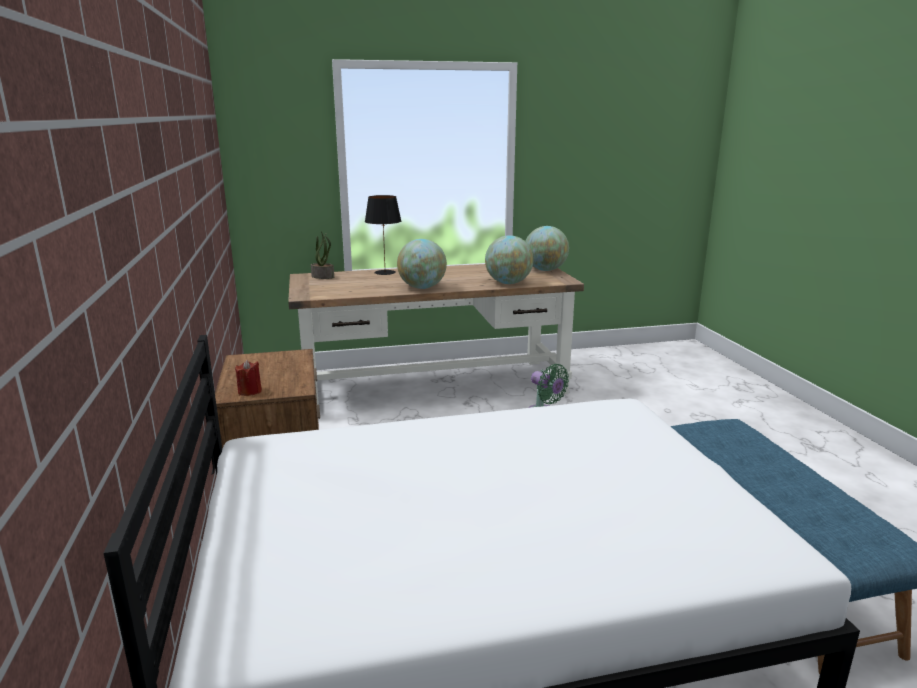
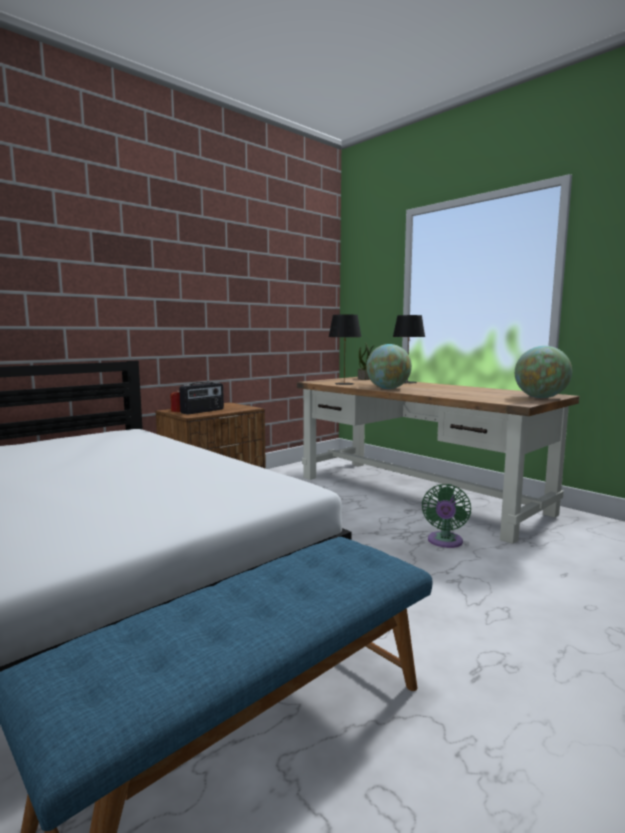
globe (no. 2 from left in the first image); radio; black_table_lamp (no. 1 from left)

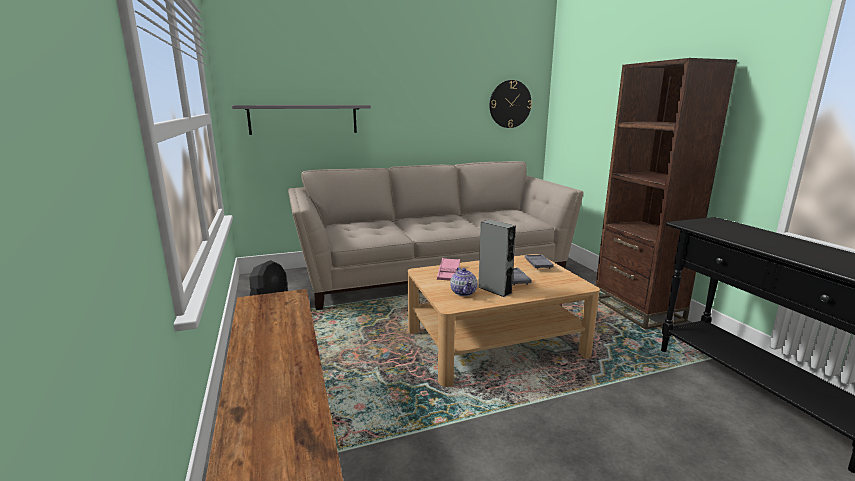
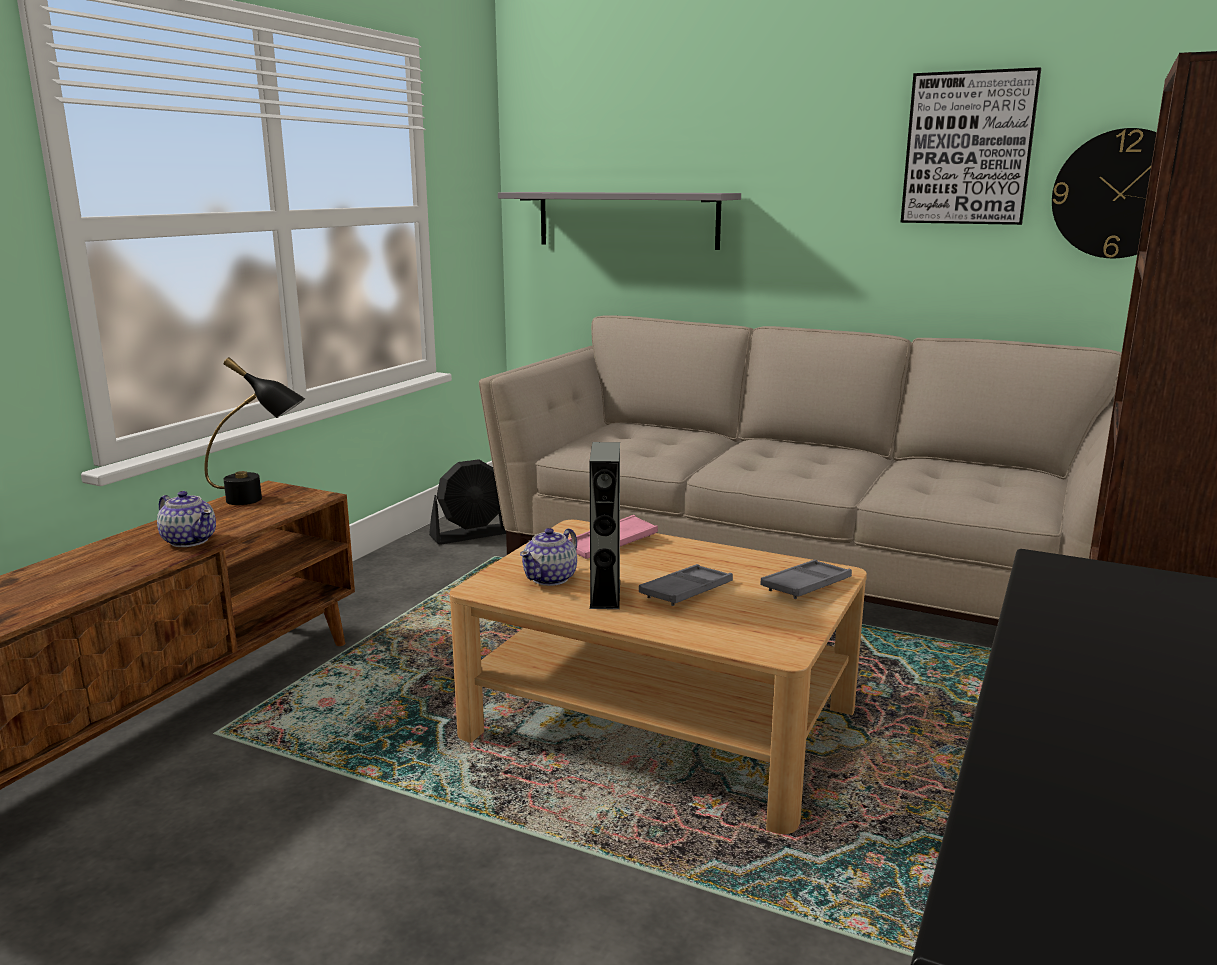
teapot (no. 1 from left); black_table_lamp; picture

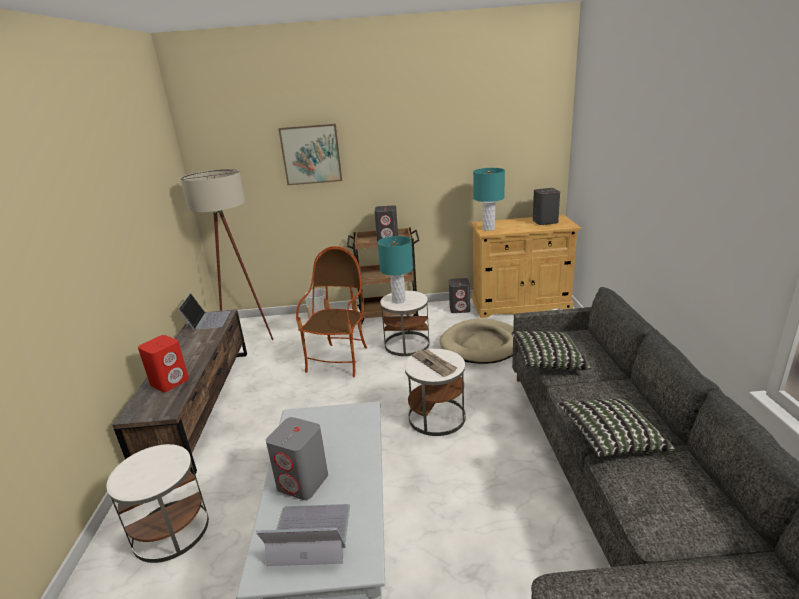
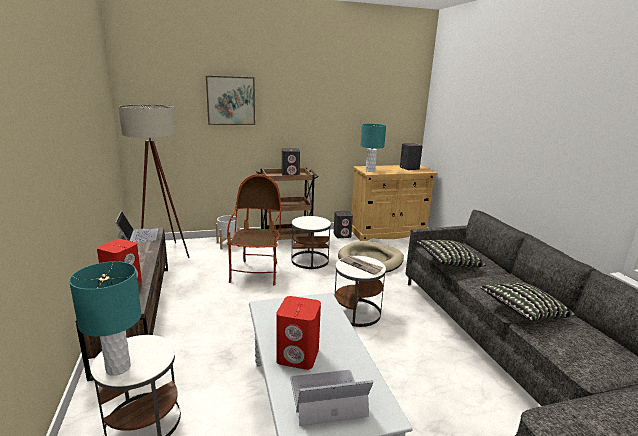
turquoise_table_lamp (no. 1 from left); red_speaker (no. 2 from left)

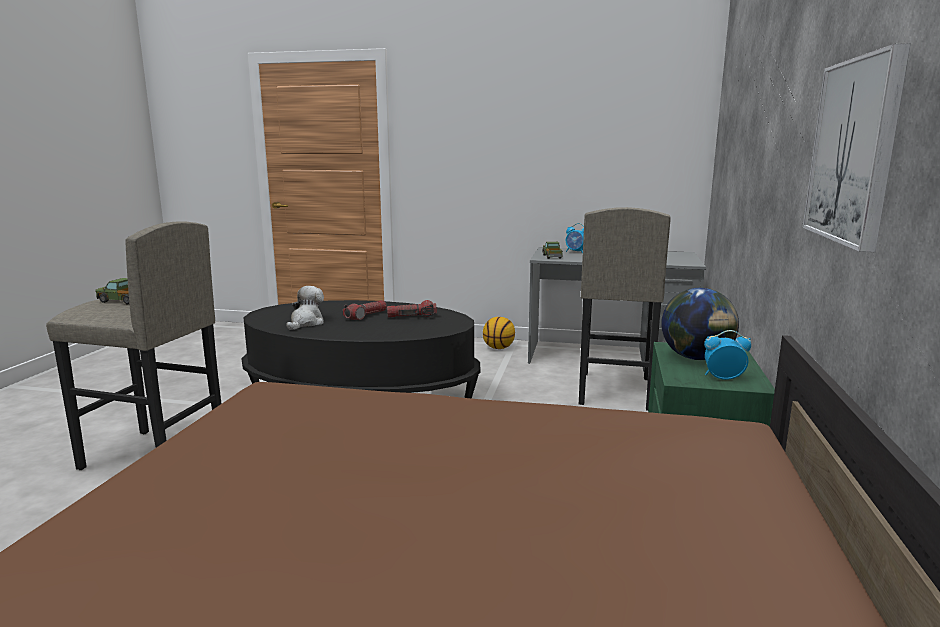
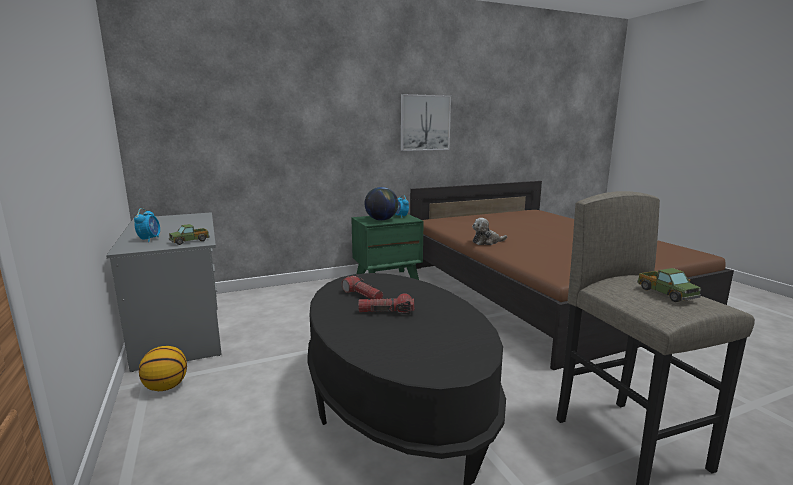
grey_stool (no. 2 from left in the first image); plush_toy

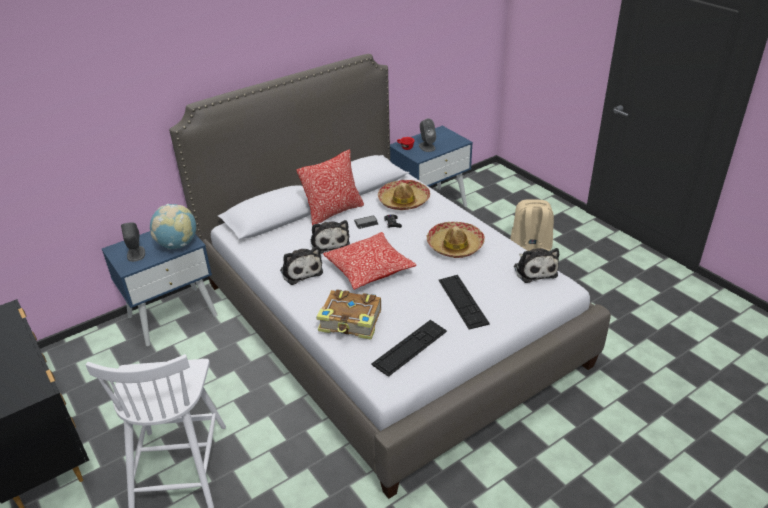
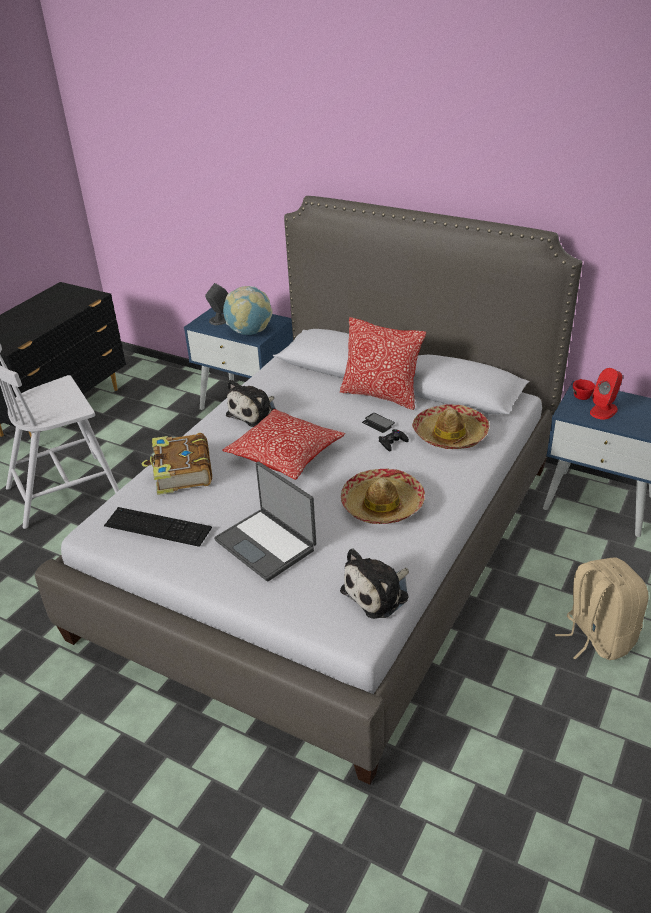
plush_toy (no. 2 from left in the first image); laptop; red_speaker

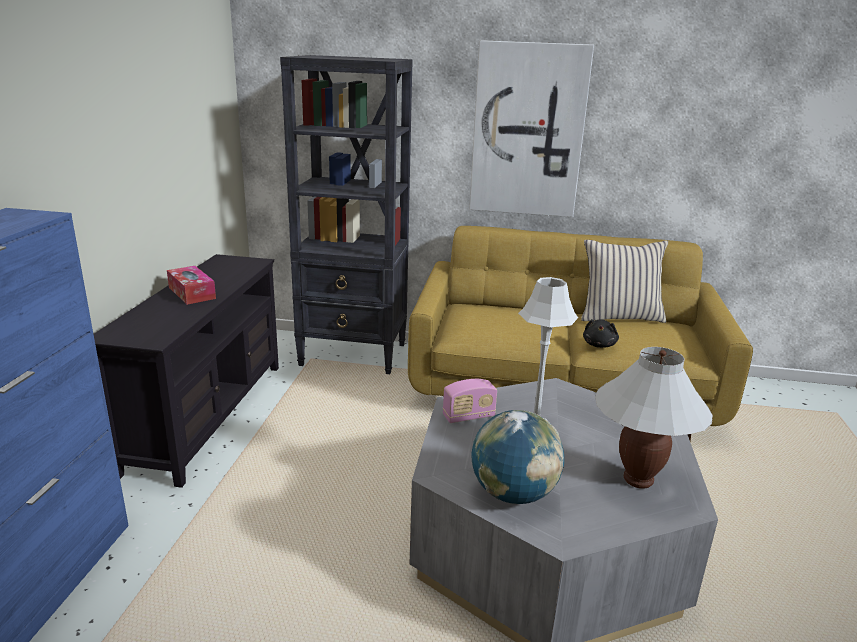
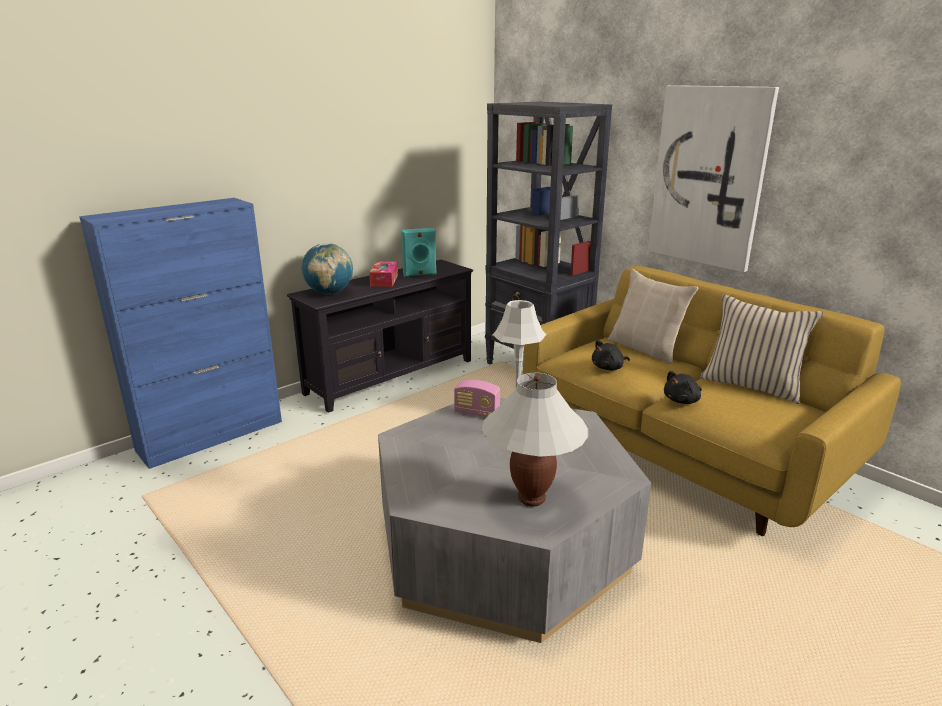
turquoise_speaker; black_plush_toy (no. 1 from left); beige_pillow (no. 1 from left); globe

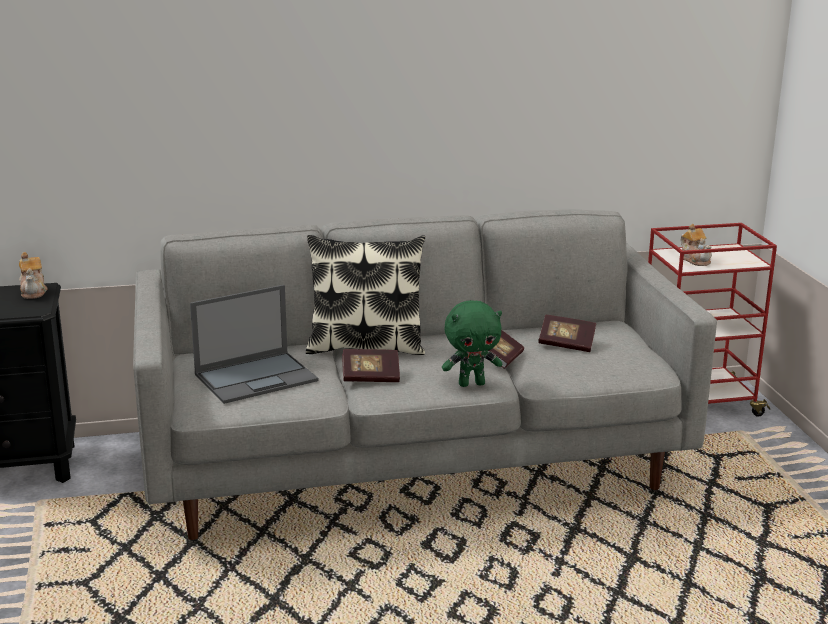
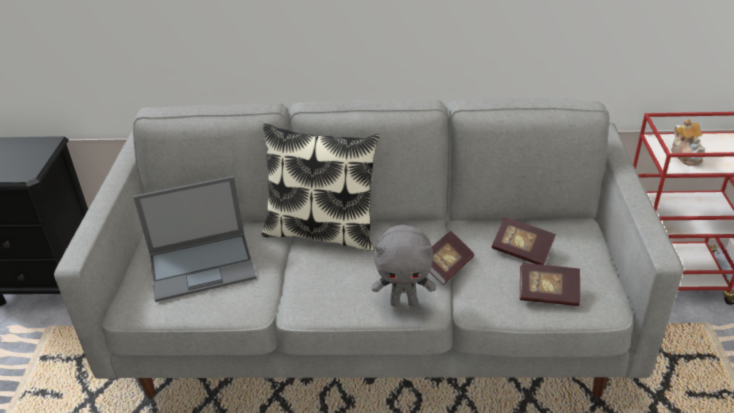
teapot (no. 1 from left in the first image); book (no. 3 from left); grey_plush_toy

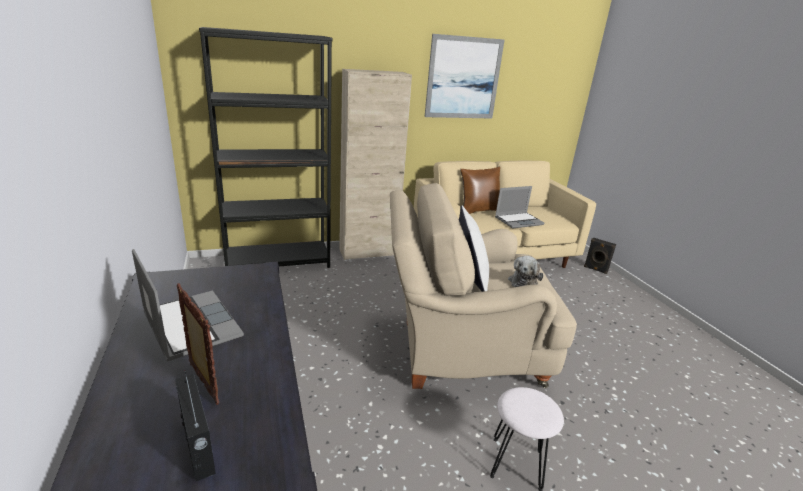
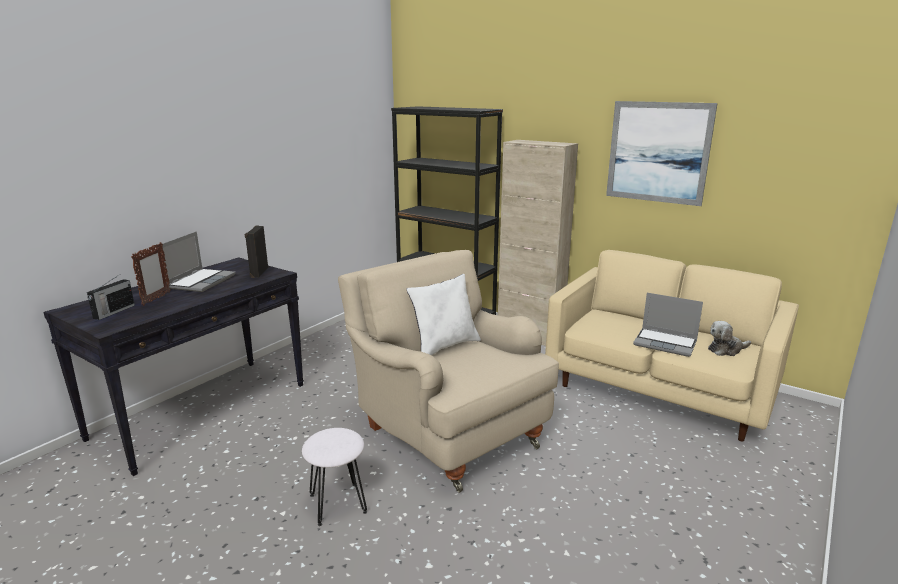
brown_pillow; plush_toy; black_speaker

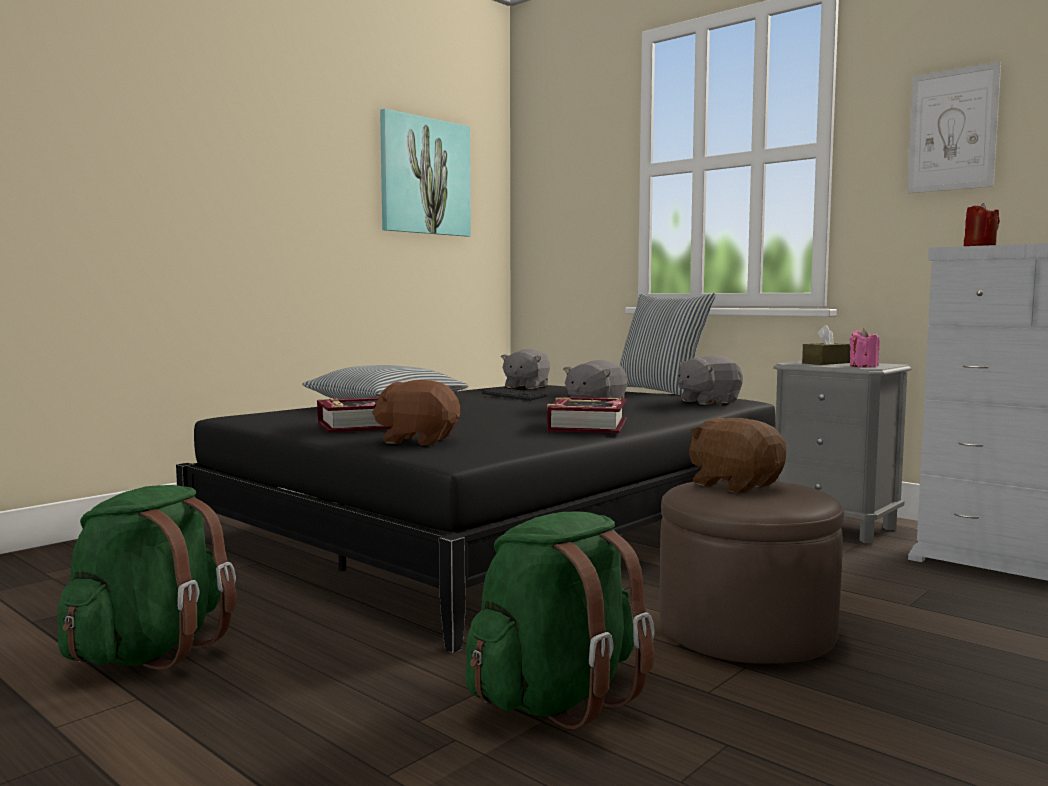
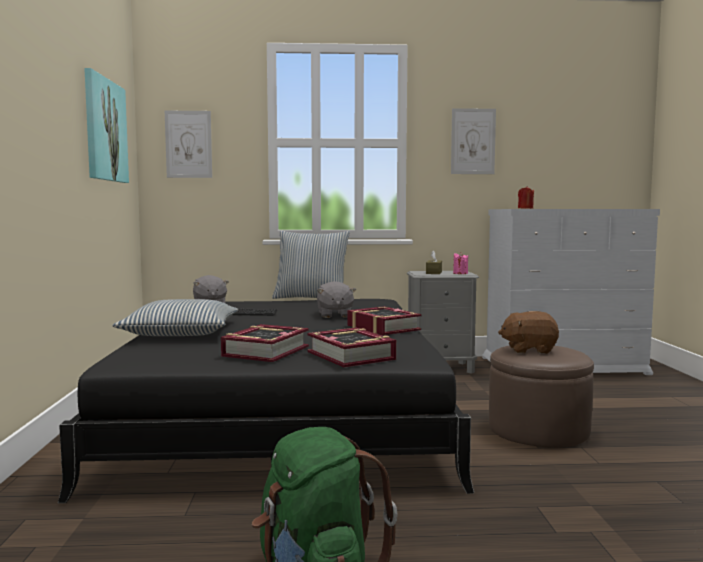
green_backpack (no. 2 from left in the first image); grey_plush_toy (no. 3 from left in the first image); picture (no. 2 from left); book (no. 2 from left)

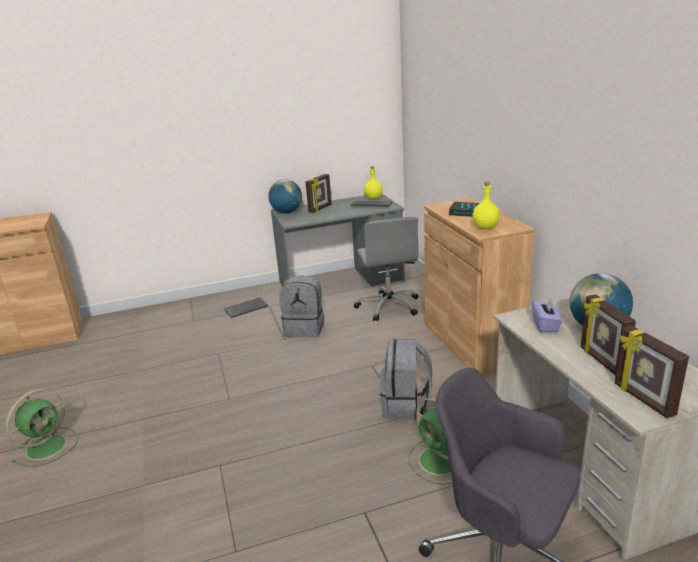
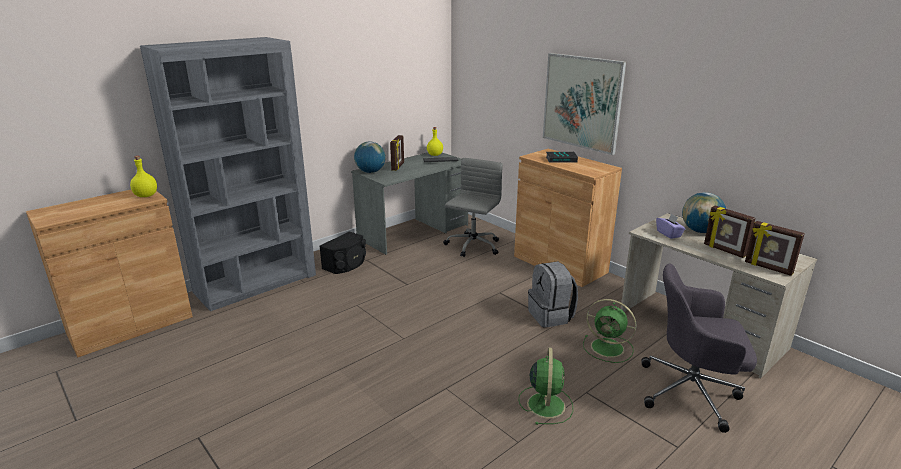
grey_backpack (no. 1 from left in the first image); grey_bookcase; picture; green_fan (no. 1 from left); yellow_bottle (no. 1 from left); black_speaker; grey_office_chair (no. 1 from left)

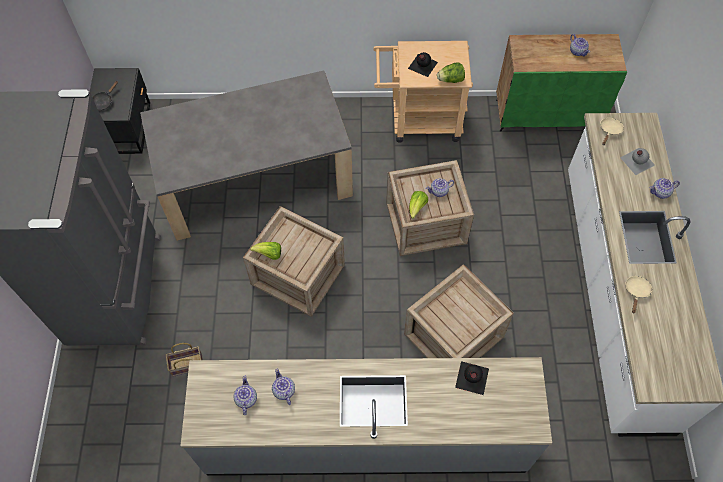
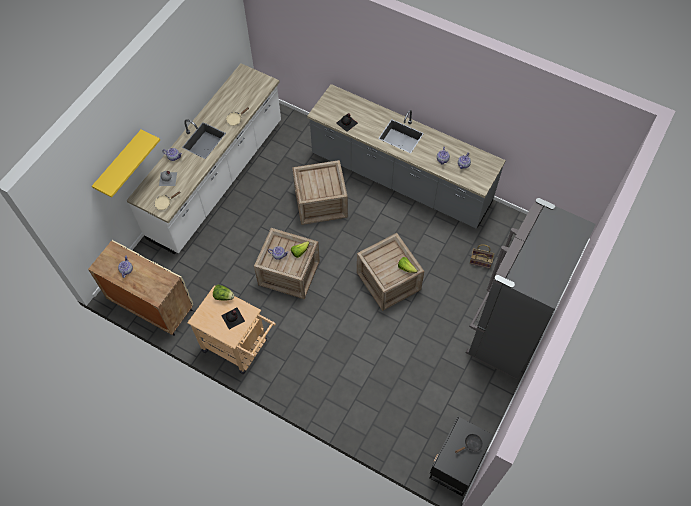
grey_dining_table; yellow_shelf; beige_cabinet

